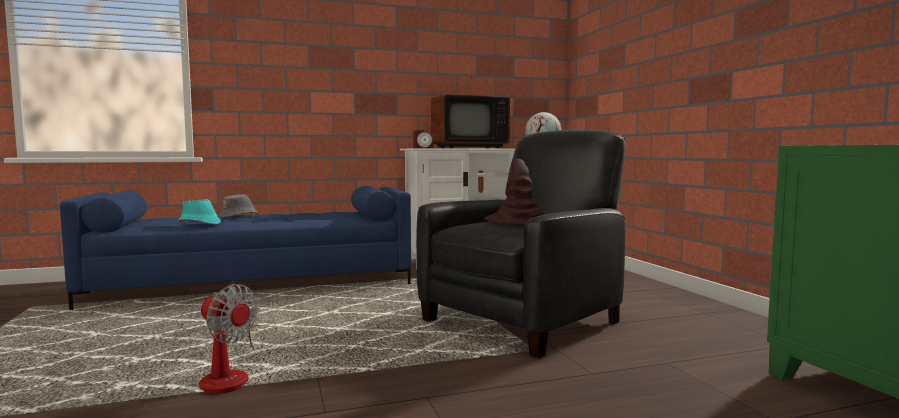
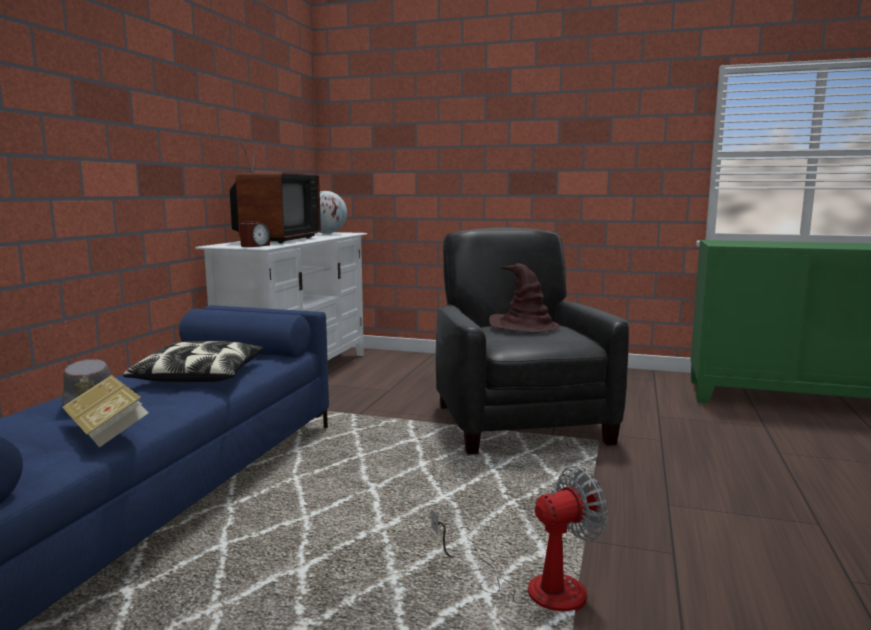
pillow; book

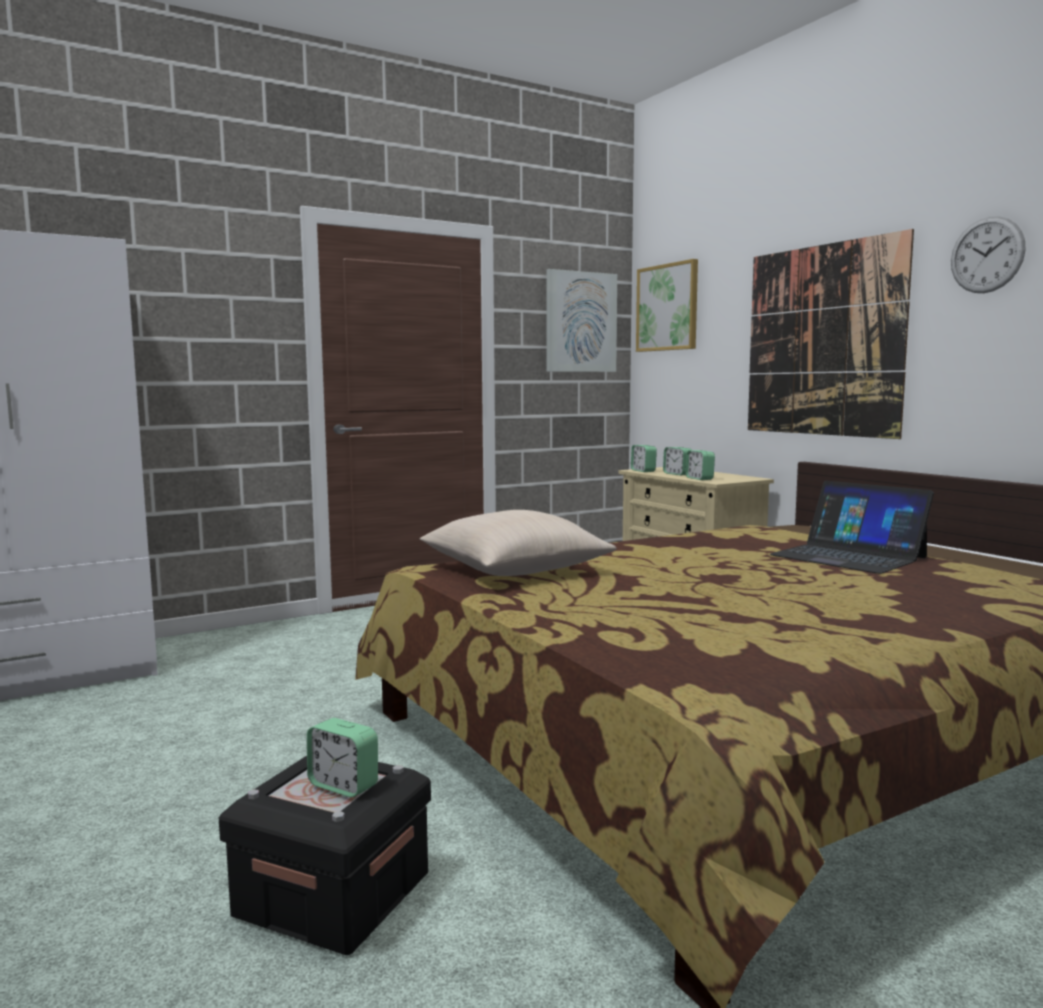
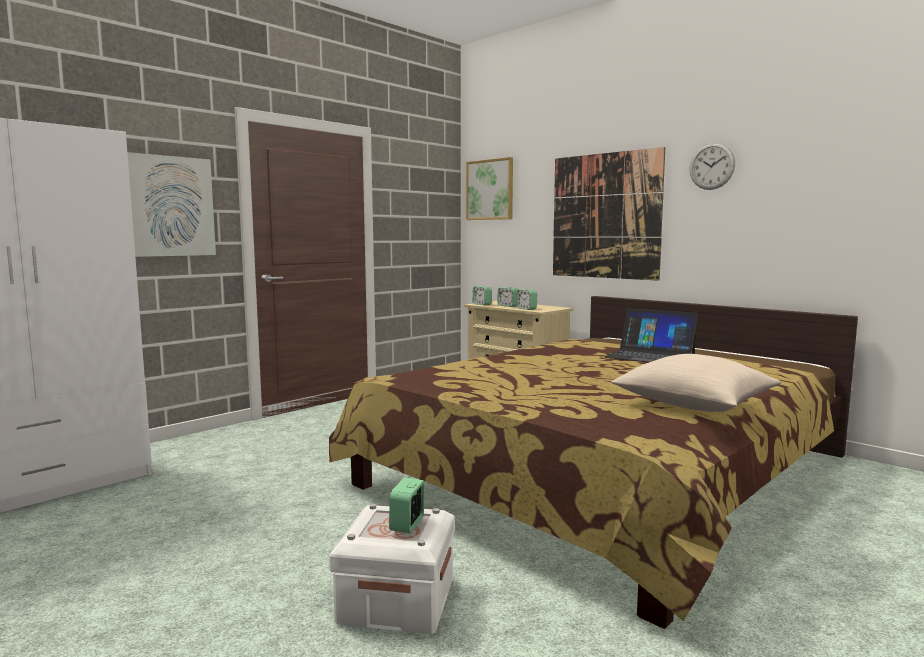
beige_pillow; picture (no. 1 from left); white_storage_box; alarm_clock (no. 1 from left)

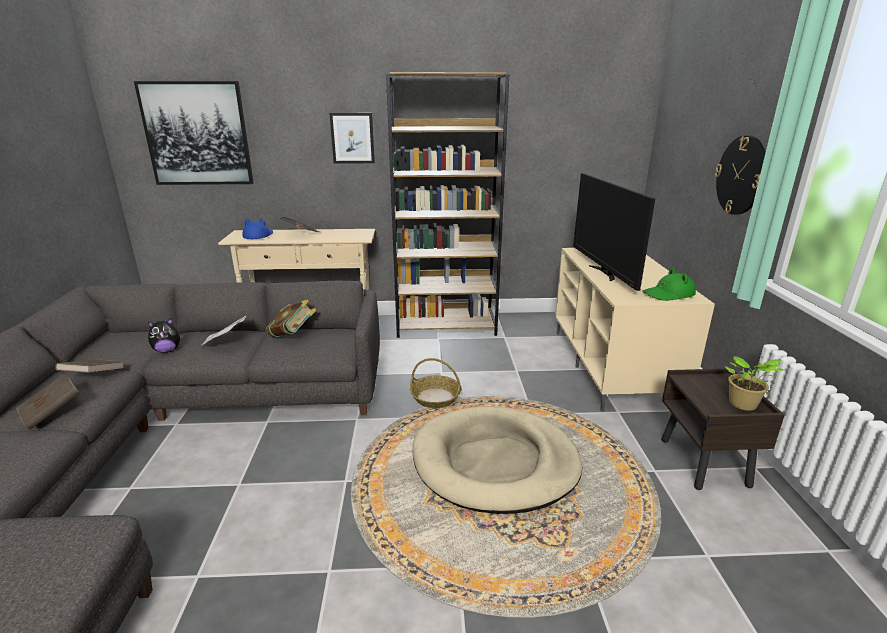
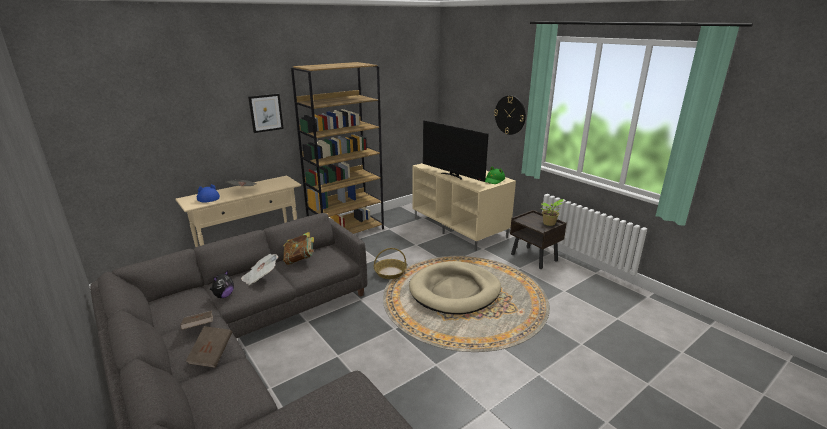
picture (no. 1 from left in the first image)

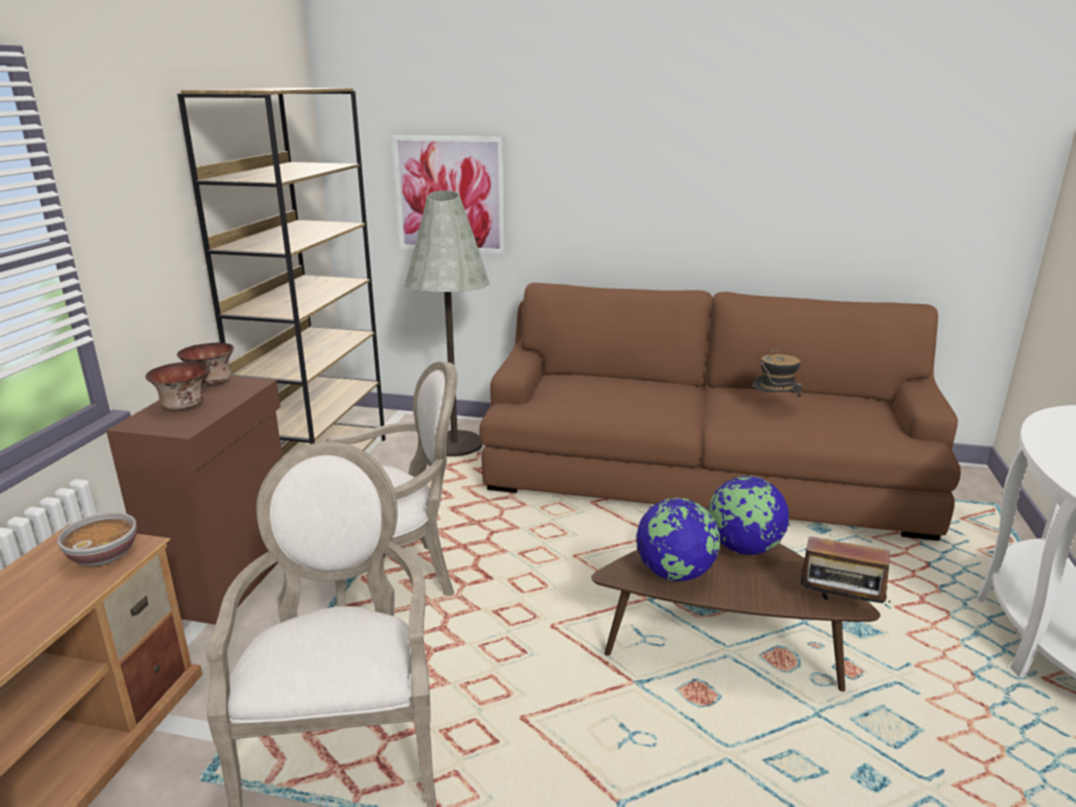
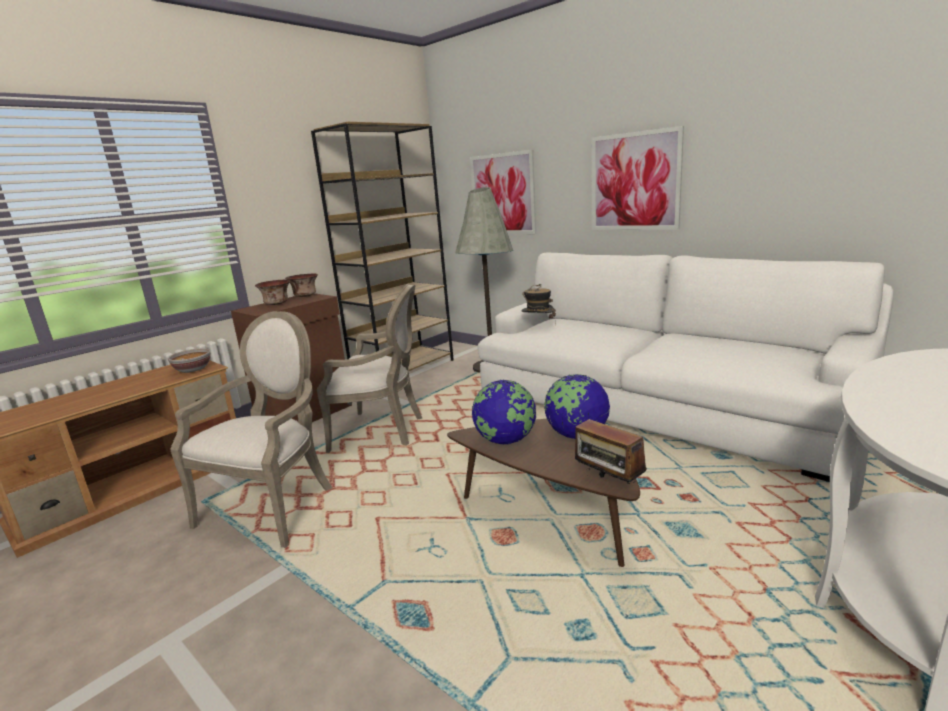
picture (no. 2 from left); hat; white_sofa

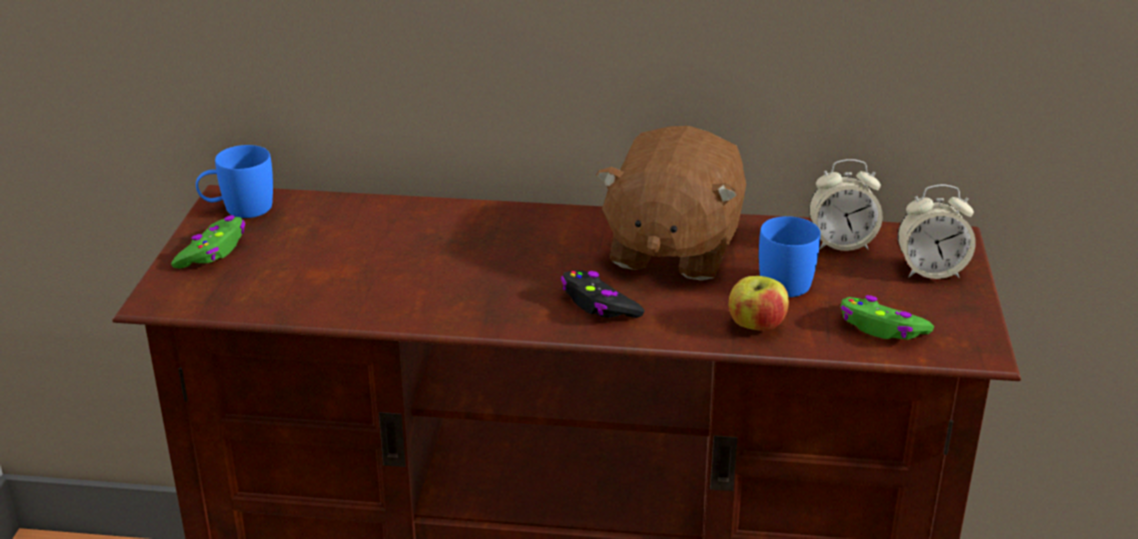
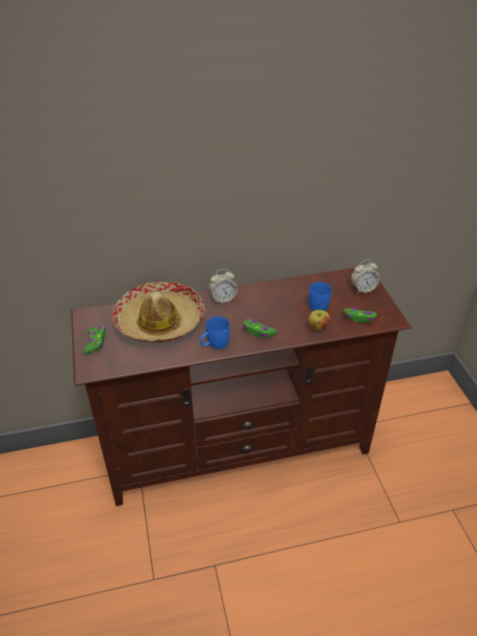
brown_plush_toy; hat; blue_mug (no. 1 from left); alarm_clock (no. 1 from left); green_game_controller (no. 2 from left)

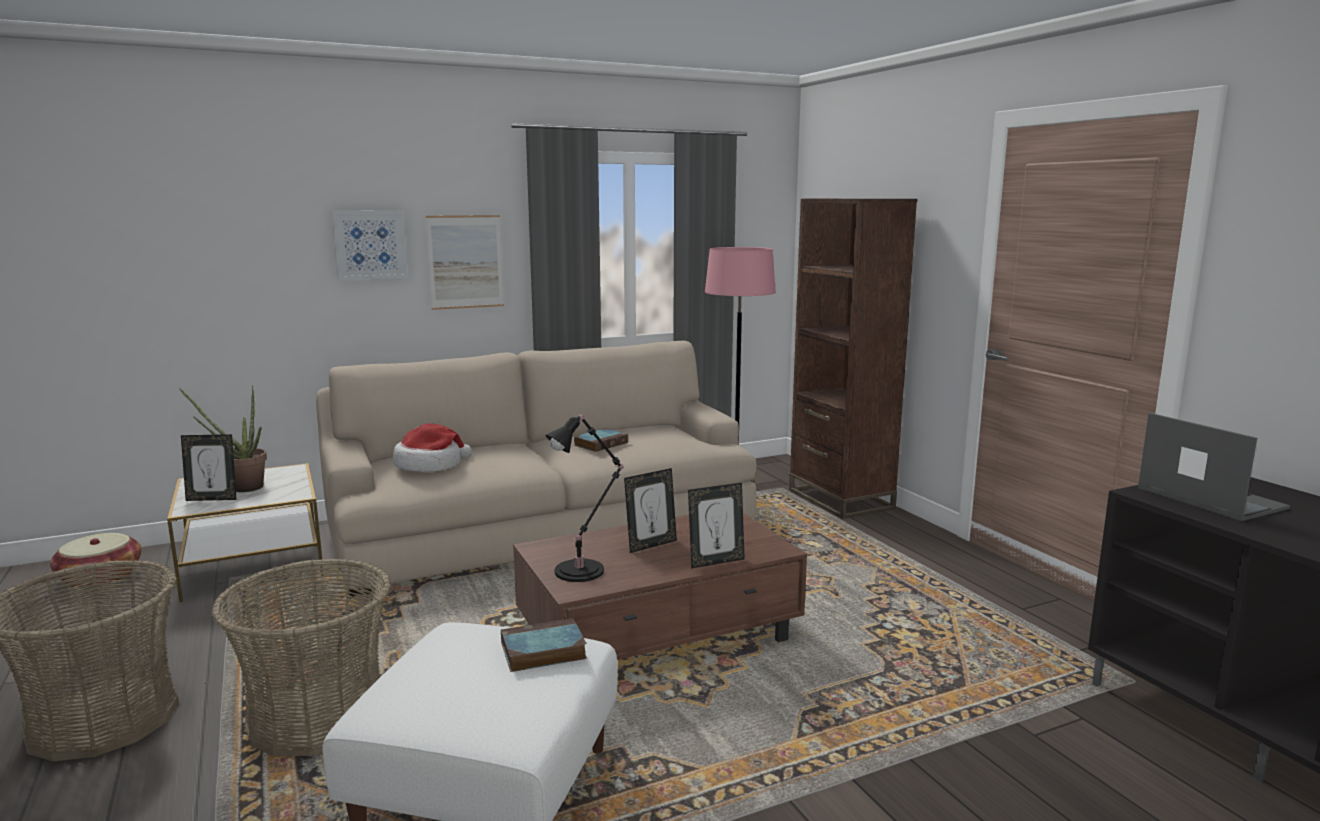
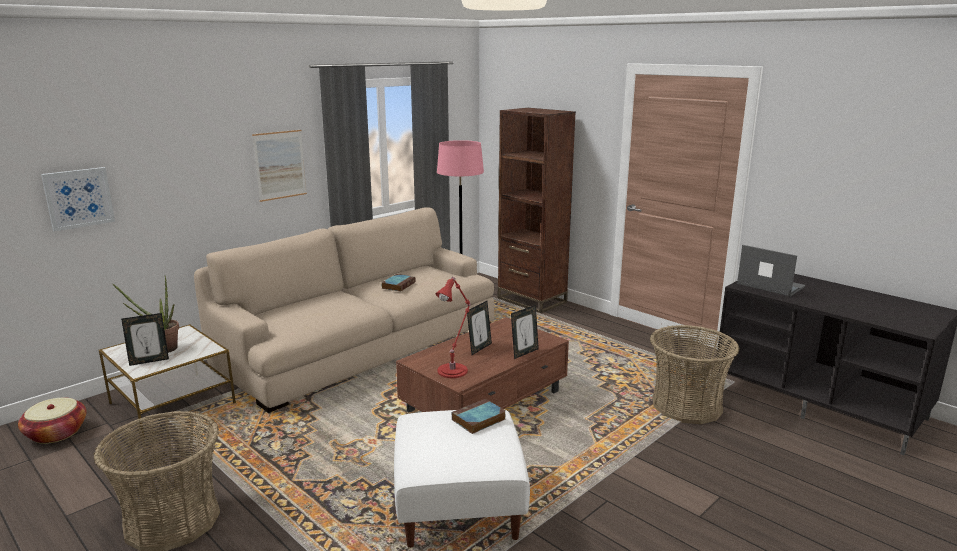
hat; basket (no. 3 from left); picture (no. 1 from left); red_table_lamp

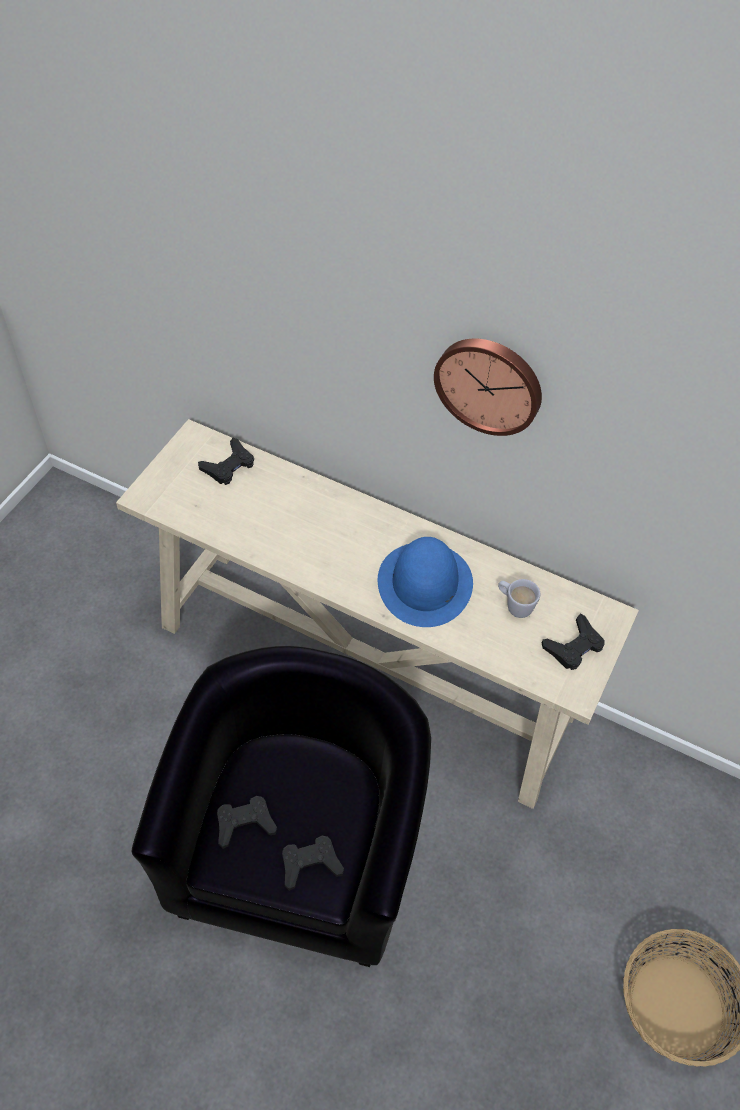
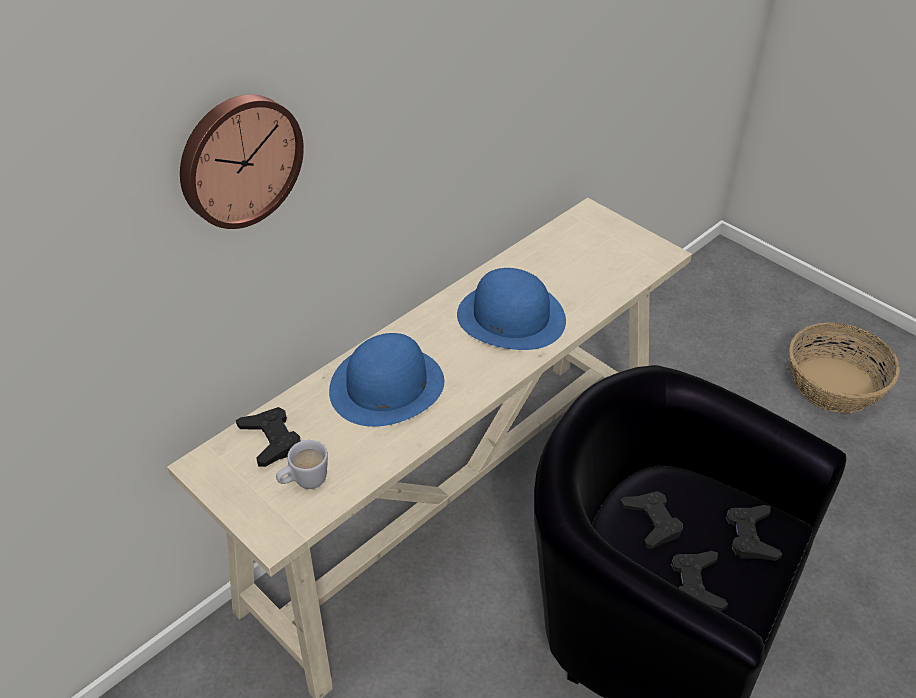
blue_hat (no. 1 from left); wall_clock; white_mug; black_game_controller (no. 2 from left)

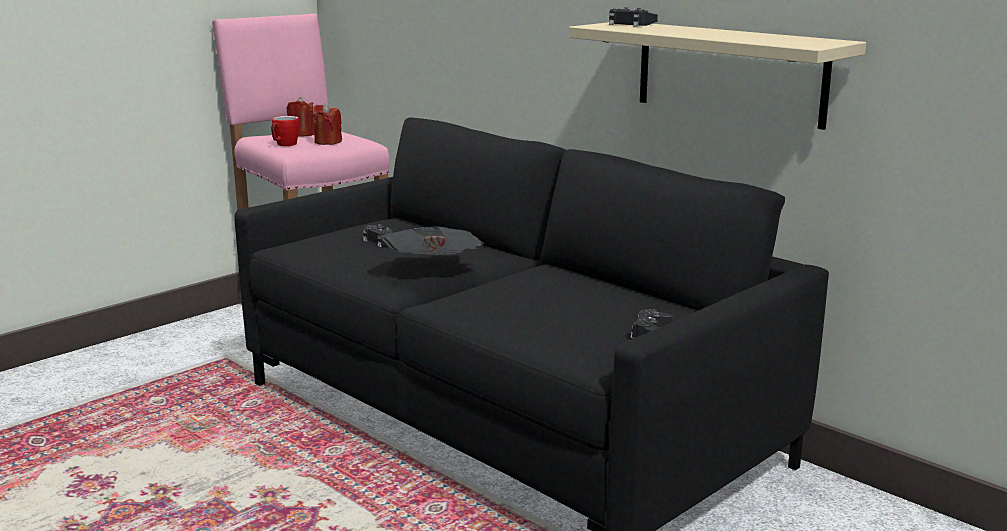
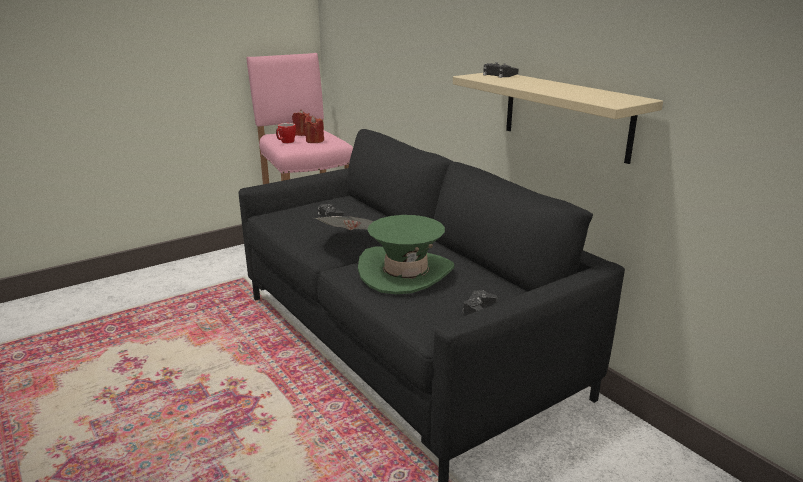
green_hat

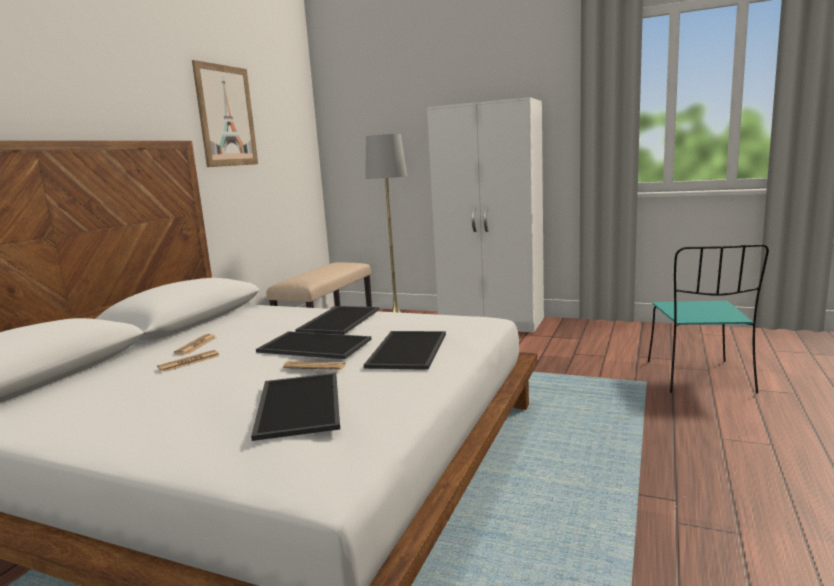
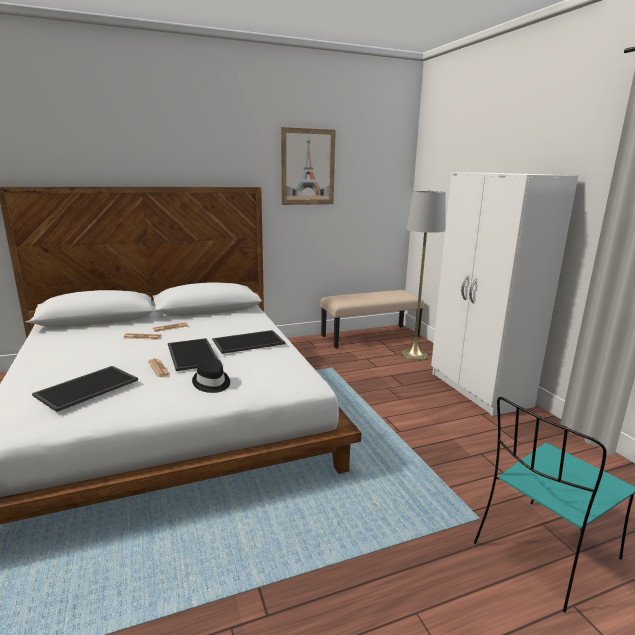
black_hat

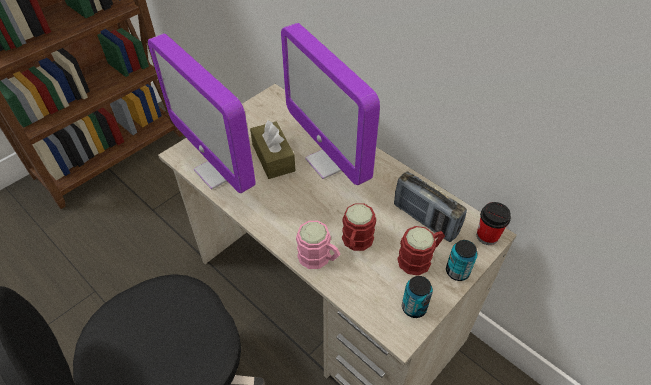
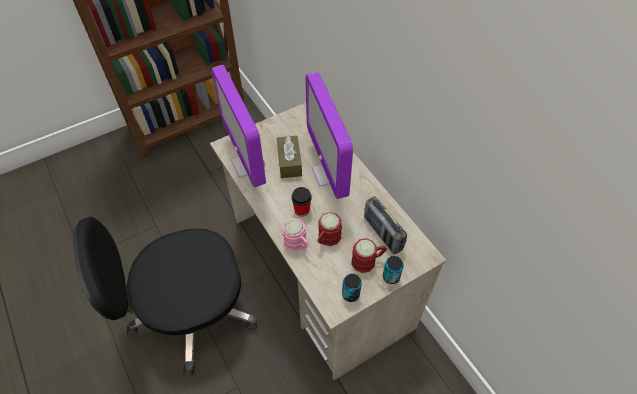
cup

